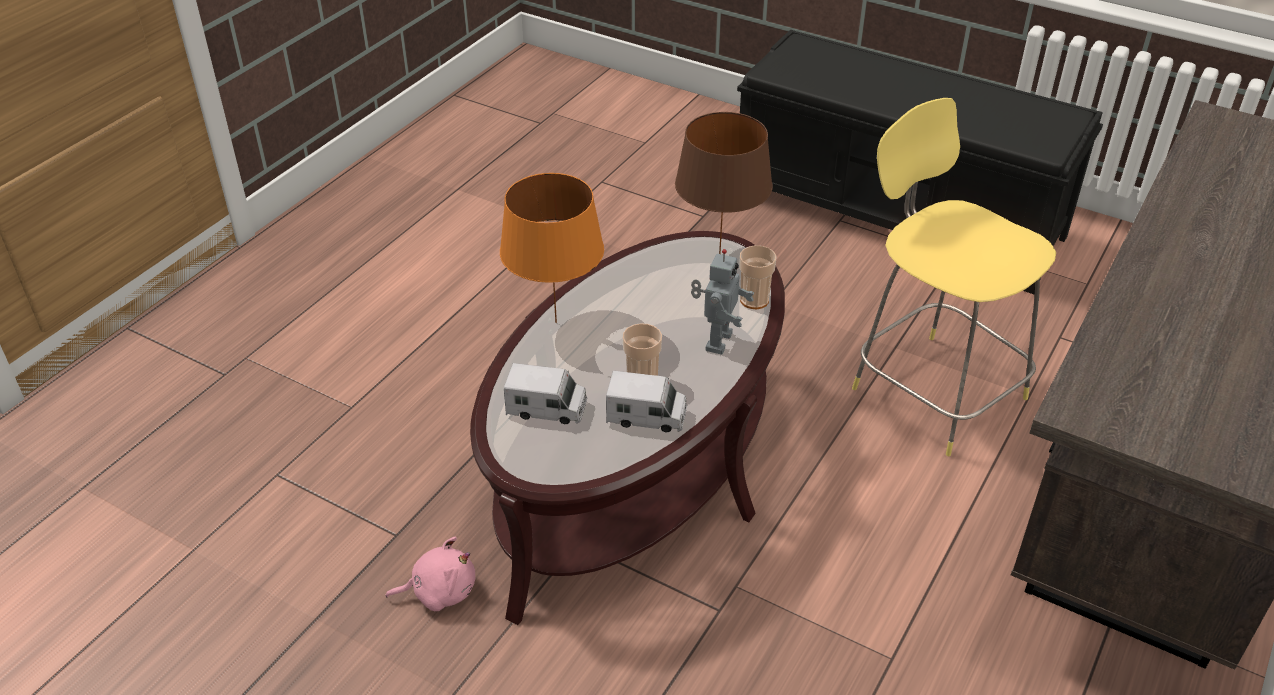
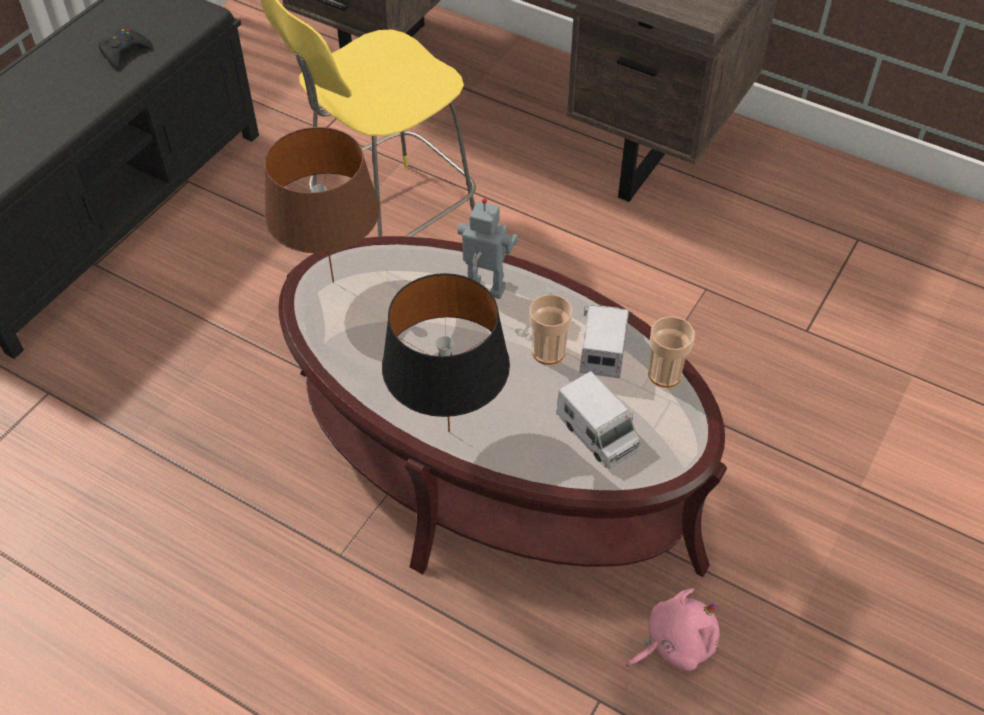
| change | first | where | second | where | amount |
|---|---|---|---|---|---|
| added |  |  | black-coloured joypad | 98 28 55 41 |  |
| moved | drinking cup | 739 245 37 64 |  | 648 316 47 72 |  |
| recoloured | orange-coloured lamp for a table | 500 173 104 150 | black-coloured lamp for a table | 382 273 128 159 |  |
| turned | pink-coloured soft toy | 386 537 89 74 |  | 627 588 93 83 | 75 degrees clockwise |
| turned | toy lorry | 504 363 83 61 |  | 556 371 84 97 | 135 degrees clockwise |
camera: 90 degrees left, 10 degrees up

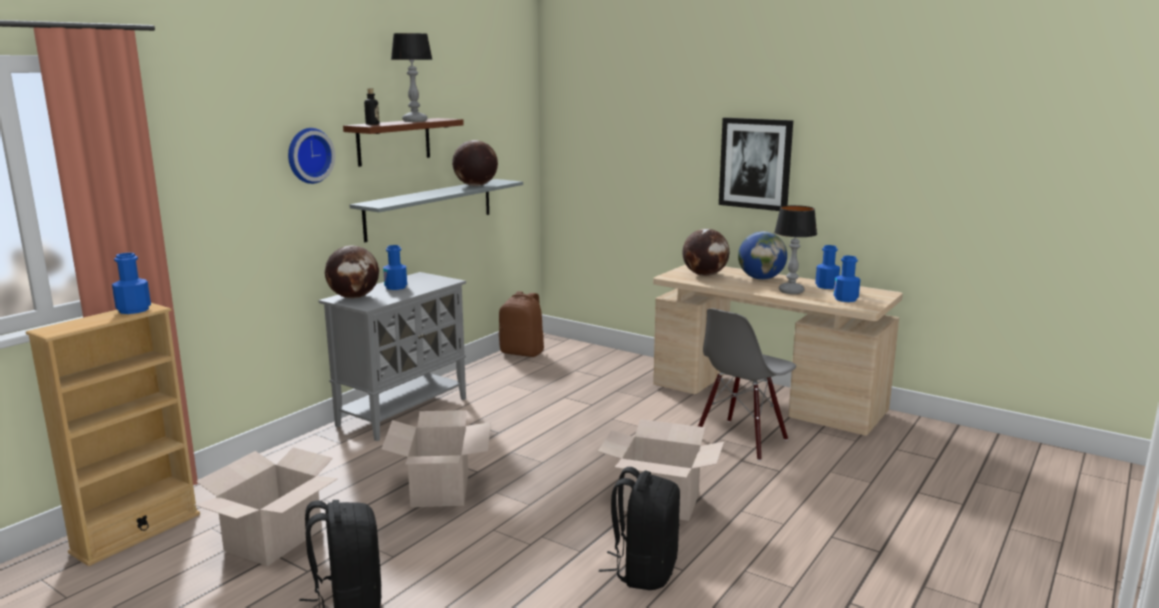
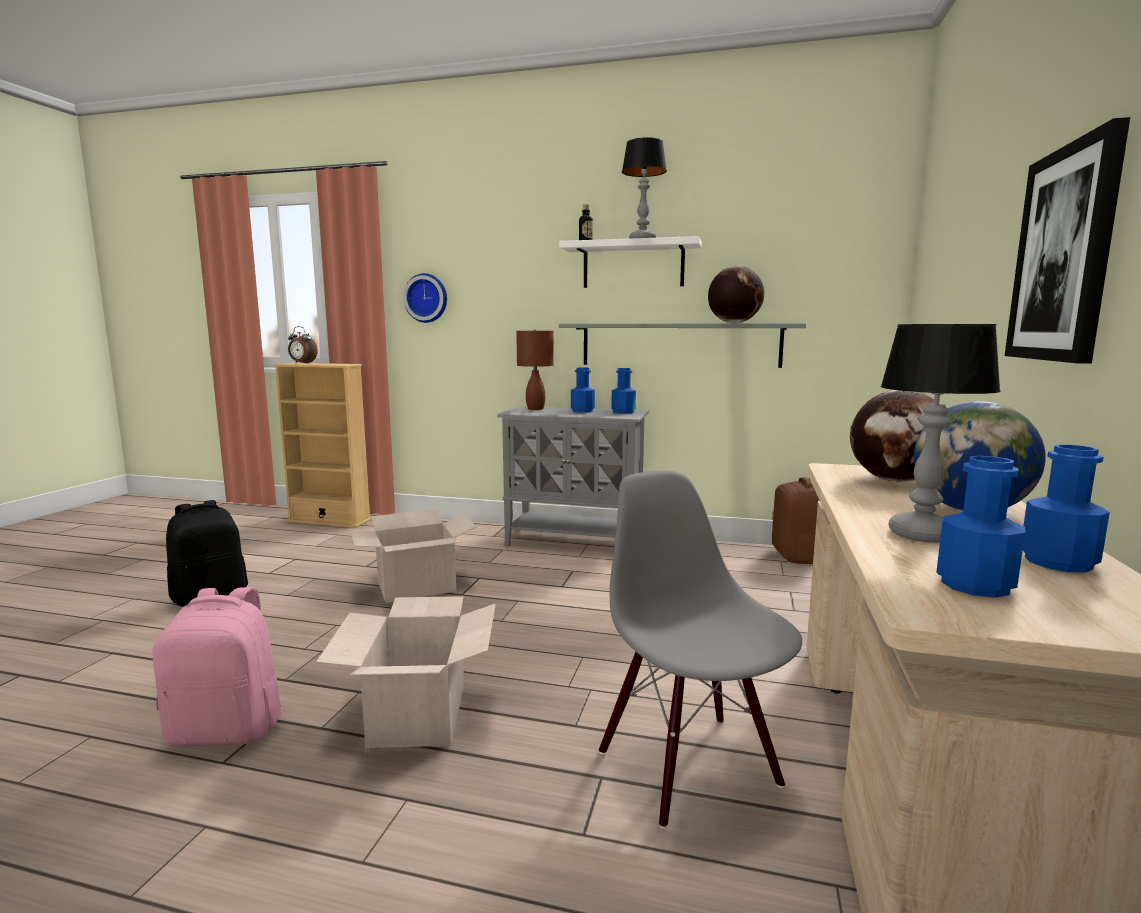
| change | first | where | second | where | amount |
|---|---|---|---|---|---|
| removed | packing box | 195 447 143 119 |  |  |  |
| added |  |  | table clock | 288 326 30 37 |  |
| moved | blue beverage bottle | 112 253 39 61 |  | 611 368 25 46 |  |
| moved | hanging clock | 288 128 47 56 |  | 403 273 44 50 |  |
| replaced | globe | 325 245 54 53 | brown lamp for a table | 516 329 38 81 |  |
| recoloured | brown shelf | 343 118 121 49 | white-coloured shelf | 559 236 143 52 |  |
| recoloured | black-coloured backpack | 599 467 81 123 | pink-coloured backpack | 152 587 129 160 |  |
| turned | gray upright chair | 698 308 98 153 |  | 599 470 203 359 | 45 degrees clockwise |
camera: 70 degrees right, 5 degrees down

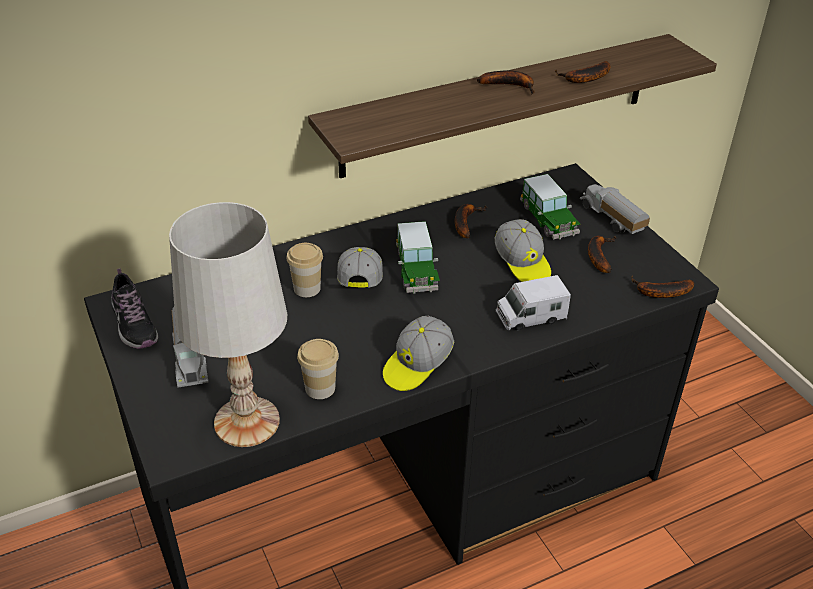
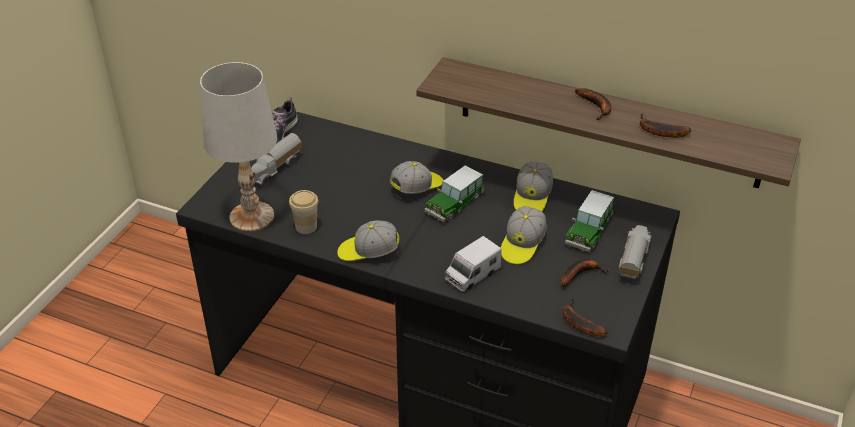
| change | first | where | second | where | amount |
|---|---|---|---|---|---|
| removed | drinking cup | 286 243 37 54 |  |  |  |
| replaced | whole banana | 455 204 32 34 | peaked cap | 514 161 39 50 |  |
| turned | toy lorry | 496 275 75 56 |  | 445 236 57 56 | 75 degrees counterclockwise |
camera: 50 degrees right, 0 degrees up

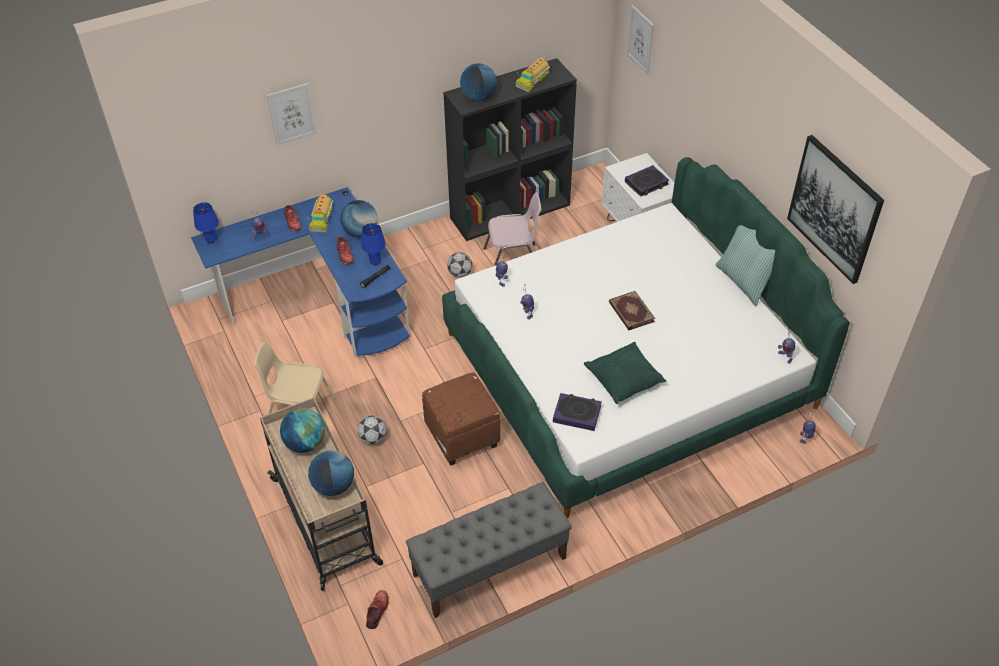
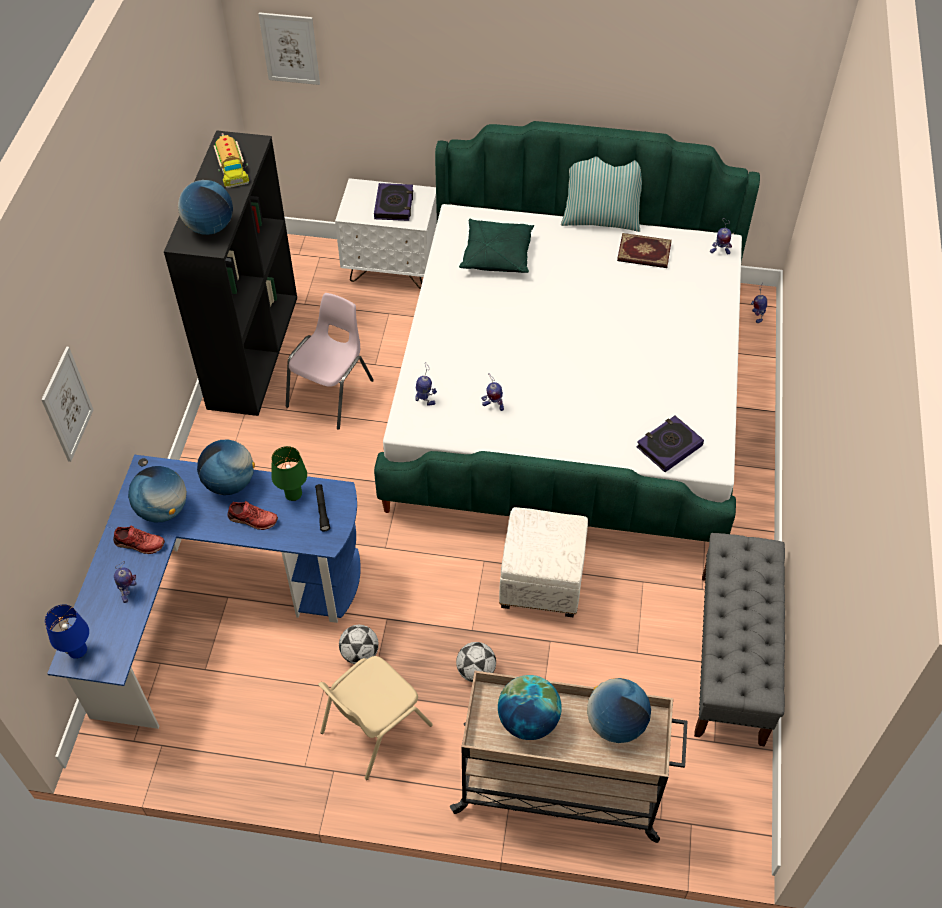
| change | first | where | second | where | amount |
|---|---|---|---|---|---|
| removed | reddish low shoe | 366 590 23 39 |  |  |  |
| removed | picture | 787 135 97 149 |  |  |  |
| moved | football ball | 447 252 25 26 |  | 339 625 40 39 |  |
| moved | greenish pillow | 584 342 83 62 |  | 459 219 75 54 |  |
| moved | bound book | 609 291 46 40 |  | 617 233 55 35 |  |
| replaced | toy lorry | 307 193 26 39 | globe | 128 466 59 57 |  |
| recoloured | blue lamp for a table | 361 223 25 42 | greenish lamp for a table | 272 446 35 55 |  |
| recoloured | brown footrest | 422 372 78 94 | white-coloured footrest | 499 507 89 110 |  |
camera: 55 degrees left, 5 degrees up

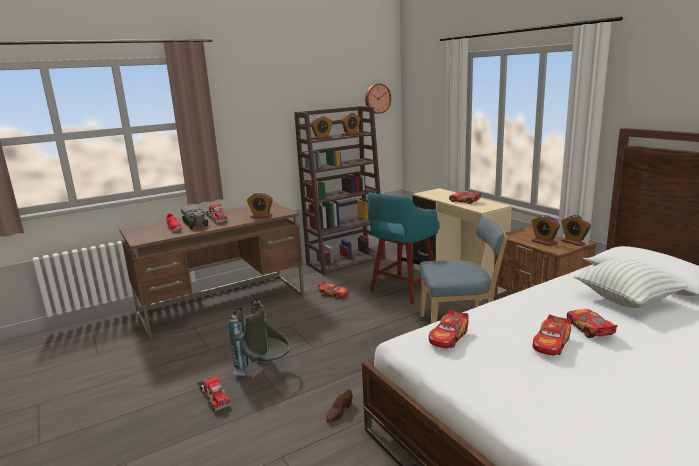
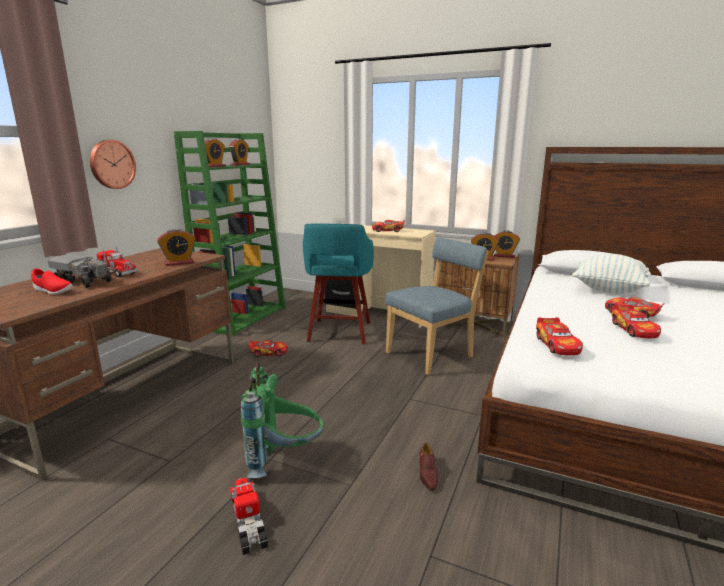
| change | first | where | second | where | amount |
|---|---|---|---|---|---|
| moved | hanging clock | 365 83 26 31 |  | 90 140 46 49 |  |
| recoloured | gray backpack | 229 297 62 79 | greenish backpack | 240 362 84 116 |  |
| recoloured | brown bookcase | 294 106 92 170 | greenish bookcase | 174 131 112 205 |  |
| turned | toy lorry | 198 377 33 34 |  | 230 478 38 77 | 135 degrees counterclockwise |
camera: 35 degrees left, 0 degrees up

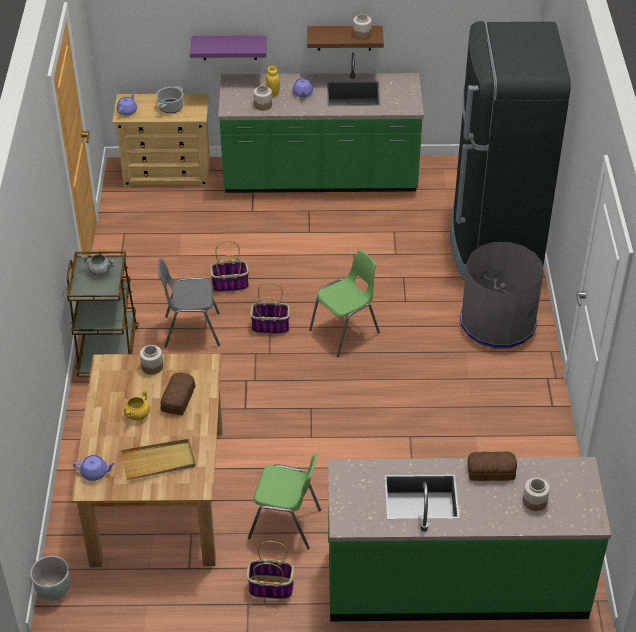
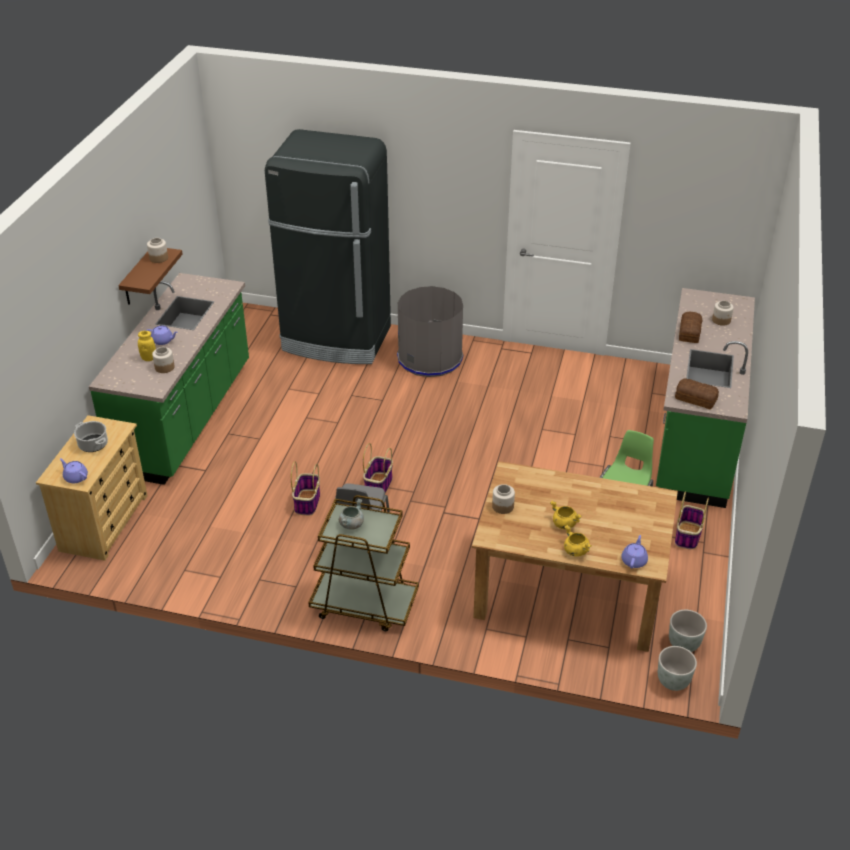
| change | first | where | second | where | amount |
|---|---|---|---|---|---|
| removed | sand-coloured tray | 121 439 75 41 |  |  |  |
| removed | purple-coloured shelf | 190 35 77 25 |  |  |  |
| removed | greenish upright chair | 309 250 71 107 |  |  |  |
| added |  |  | yellowish stockpot | 564 525 28 32 |  |
| added |  |  | gray plant pot | 669 610 38 42 |  |
| moved | bread | 161 373 34 42 |  | 675 379 44 30 |  |
camera: 75 degrees left, 5 degrees down

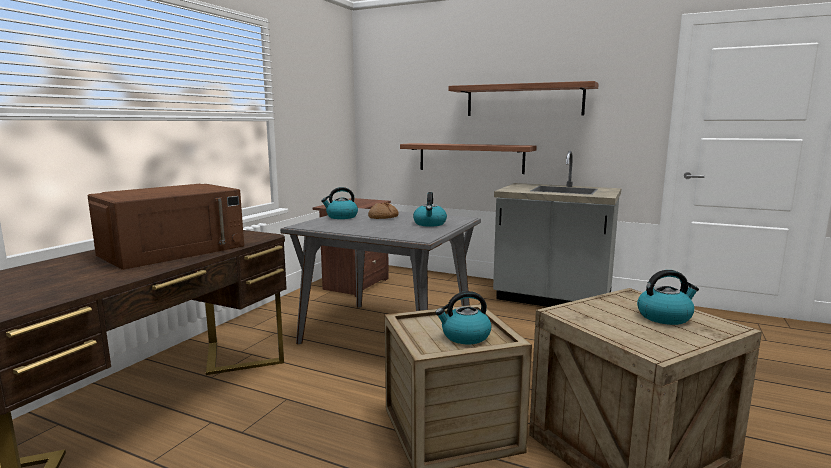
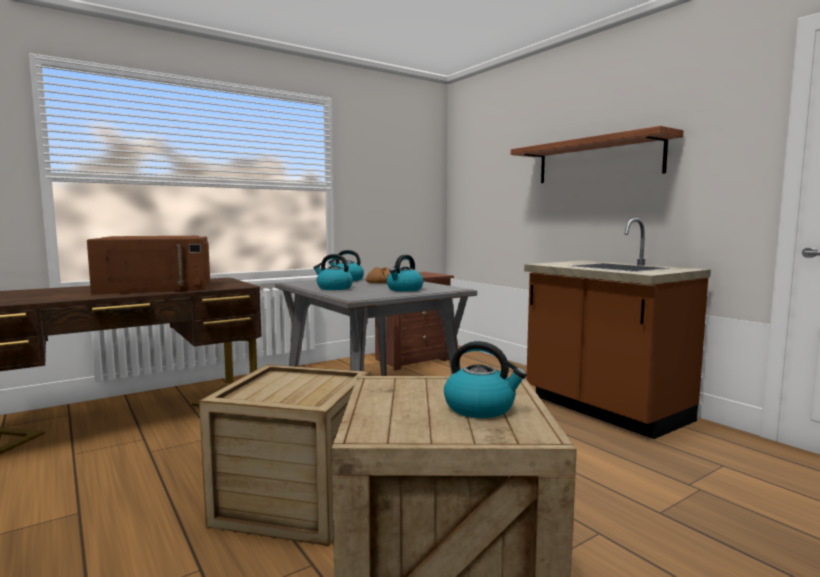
| change | first | where | second | where | amount |
|---|---|---|---|---|---|
| removed | shelf | 400 143 137 31 |  |  |  |
| moved | tea kettle | 435 291 56 53 |  | 313 254 40 36 |  |
| recoloured | gray kitchen base unit | 493 151 128 156 | brown kitchen base unit | 524 218 187 221 |  |
camera: 30 degrees right, 5 degrees down

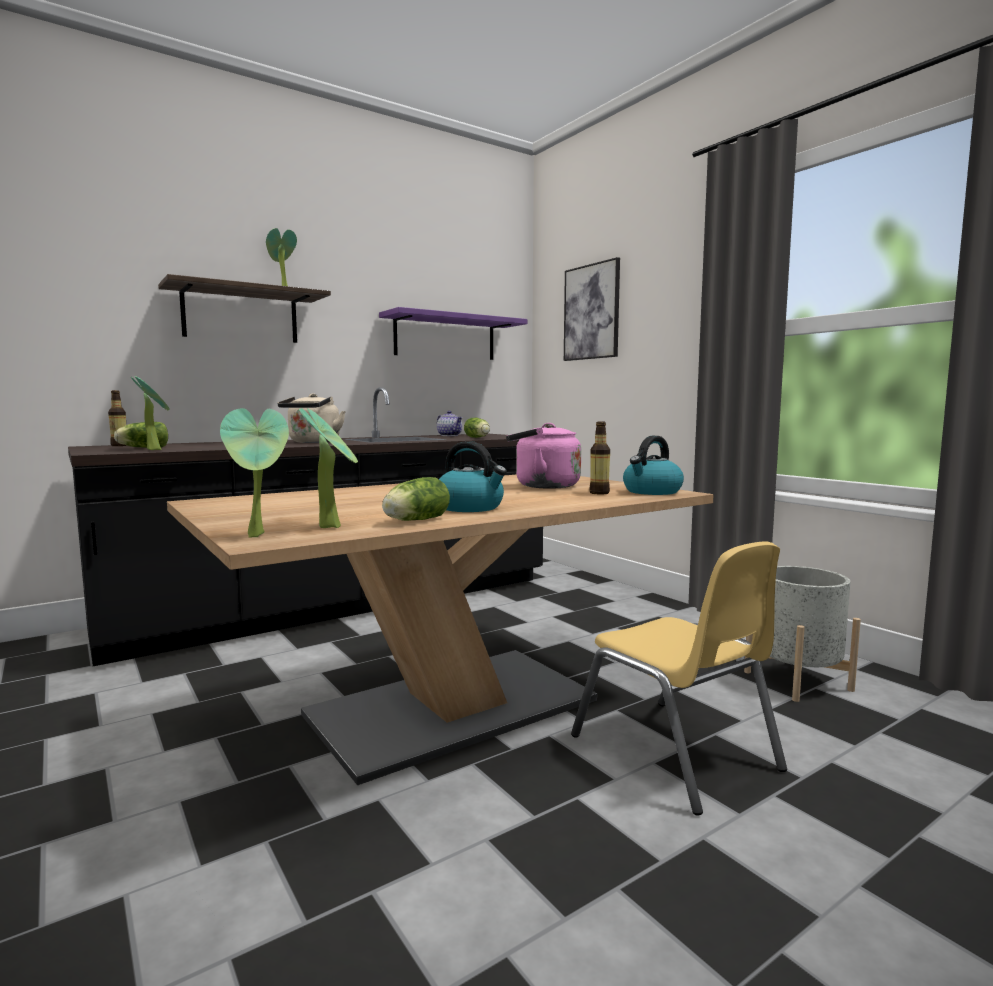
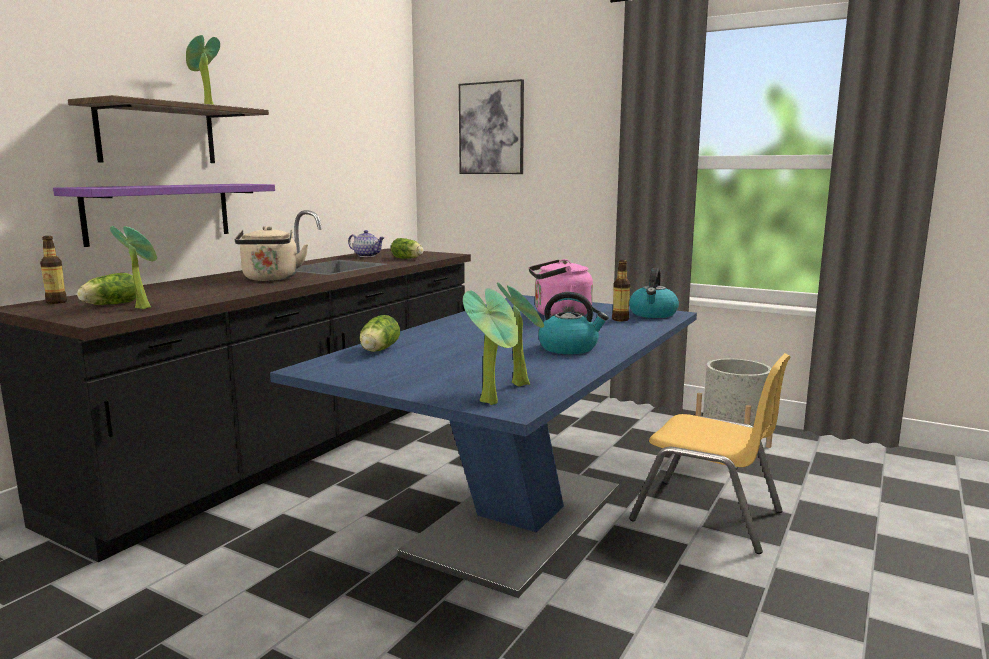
| change | first | where | second | where | amount |
|---|---|---|---|---|---|
| moved | purple-coloured shelf | 379 307 148 53 |  | 53 184 222 63 |  |
| moved | lettuce head | 382 477 68 44 |  | 360 315 40 37 |  |
| recoloured | brown dining table | 167 475 547 310 | blue dining table | 270 295 427 303 |  |
camera: 25 degrees left, 5 degrees up

